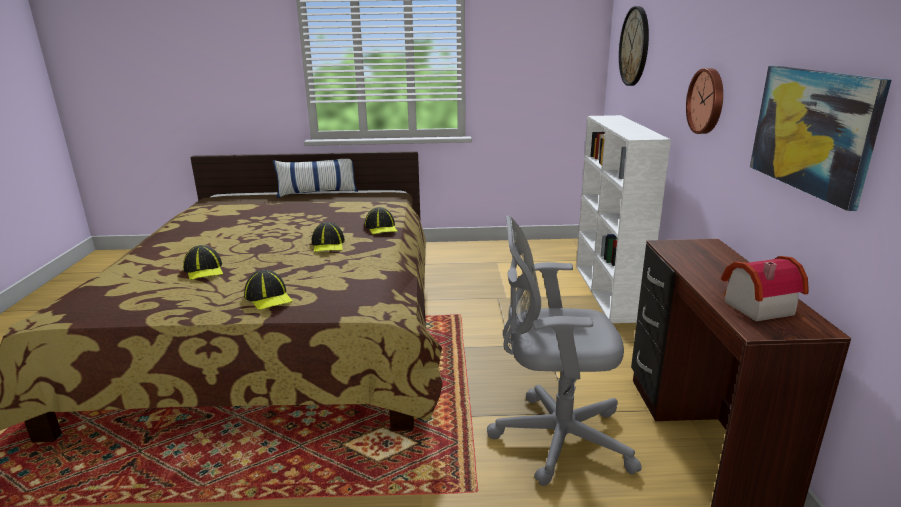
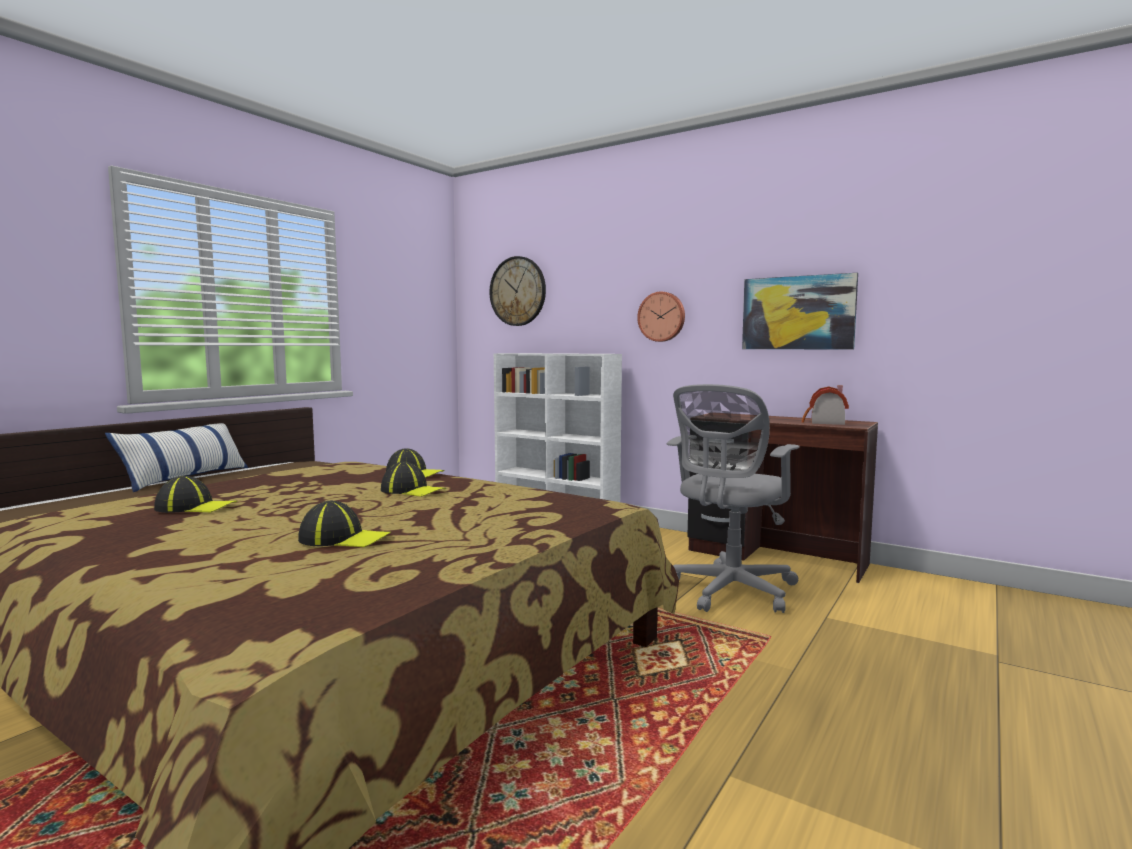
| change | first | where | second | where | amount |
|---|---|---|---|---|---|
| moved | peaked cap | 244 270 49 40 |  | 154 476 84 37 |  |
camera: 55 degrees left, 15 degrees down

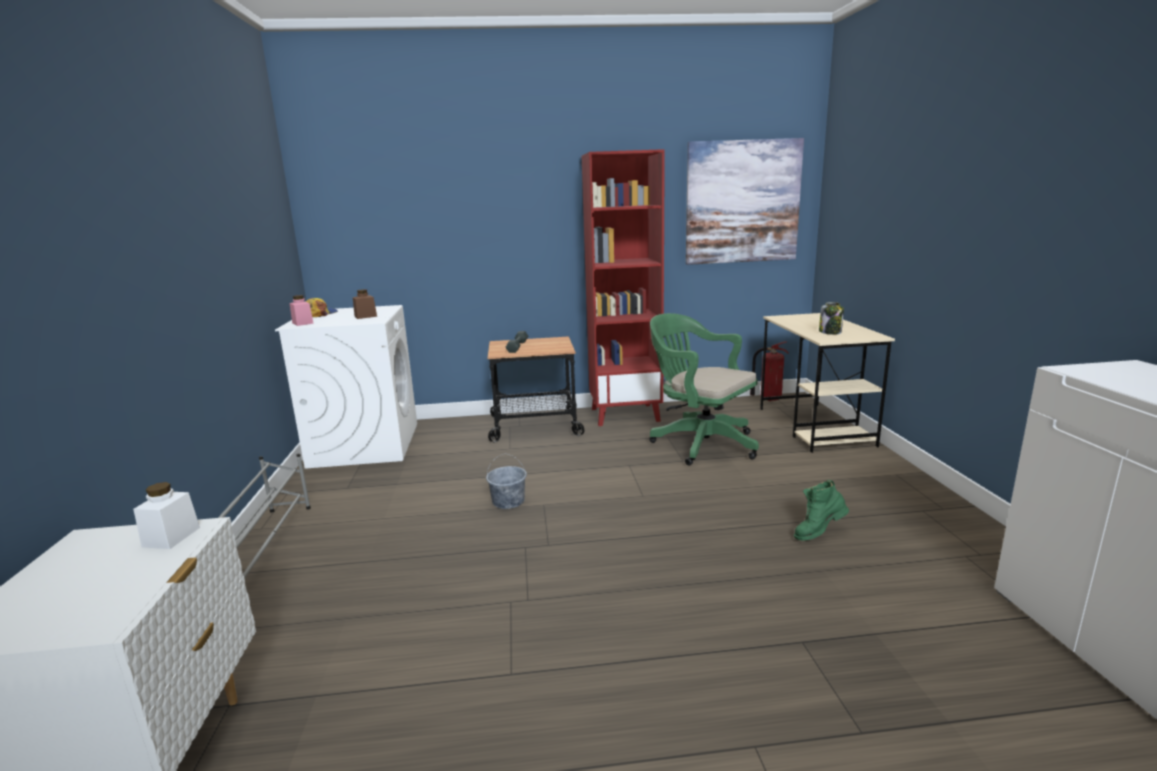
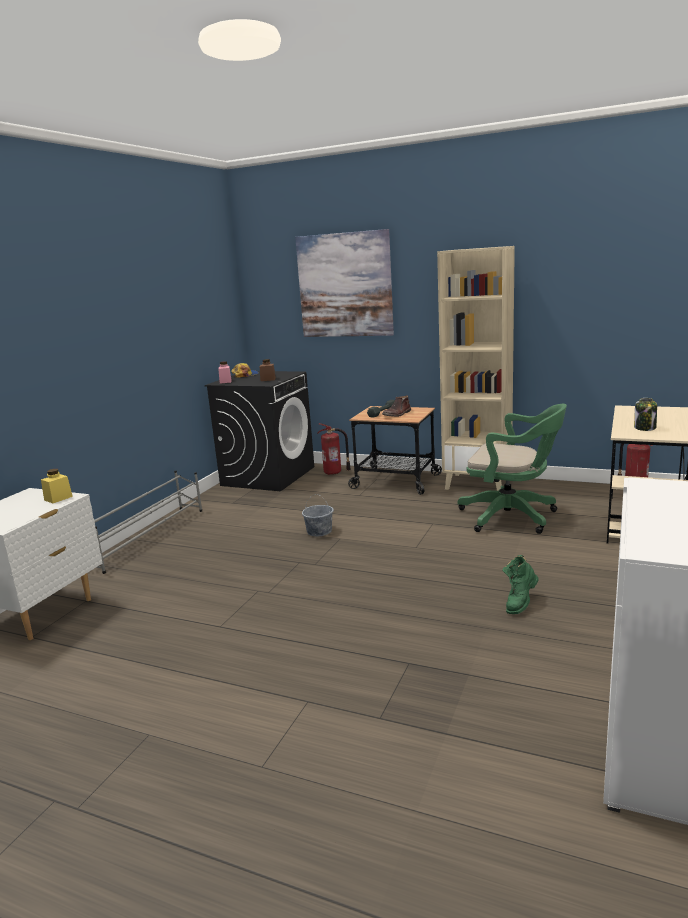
| change | first | where | second | where | amount |
|---|---|---|---|---|---|
| added |  |  | extinguisher | 317 423 34 52 |  |
| added |  |  | brown tall boot | 382 395 29 22 |  |
| moved | picture | 686 138 118 127 |  | 295 229 99 108 |  |
| recoloured | white-coloured preserve jar | 133 482 67 67 | yellowish preserve jar | 41 469 32 34 |  |
| recoloured | white-coloured washing machine | 275 305 142 164 | black-coloured washing machine | 205 371 109 120 |  |
| recoloured | reddish bookcase | 582 149 83 277 | sand-coloured bookcase | 437 246 78 245 |  |
| turned | greenish desk chair | 649 313 110 152 |  | 458 404 109 130 | 135 degrees clockwise |
| turned | greenish tall boot | 794 480 55 61 |  | 502 555 37 59 | 60 degrees counterclockwise |
camera: 30 degrees right, 0 degrees up

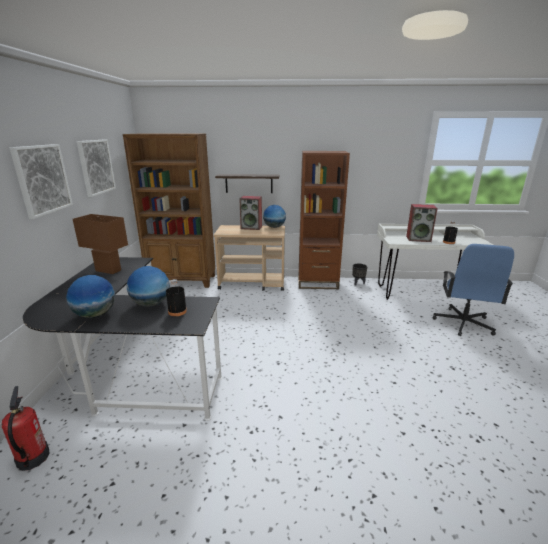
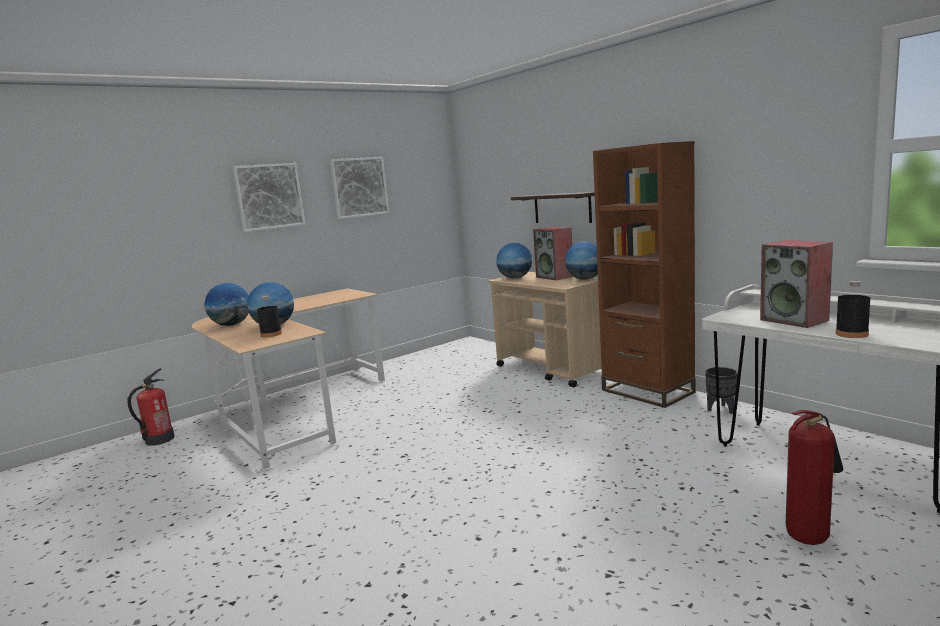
| change | first | where | second | where | amount |
|---|---|---|---|---|---|
| removed | brown lamp for a table | 73 214 55 60 |  |  |  |
| removed | brown bookcase | 123 134 92 154 |  |  |  |
| added |  |  | globe | 496 243 36 36 |  |
| replaced | blue desk chair | 433 244 81 92 | extinguisher | 786 410 58 135 |  |
| recoloured | black-coloured desk table | 23 257 200 164 | sand-coloured desk table | 192 288 193 183 |  |
camera: 50 degrees right, 10 degrees down

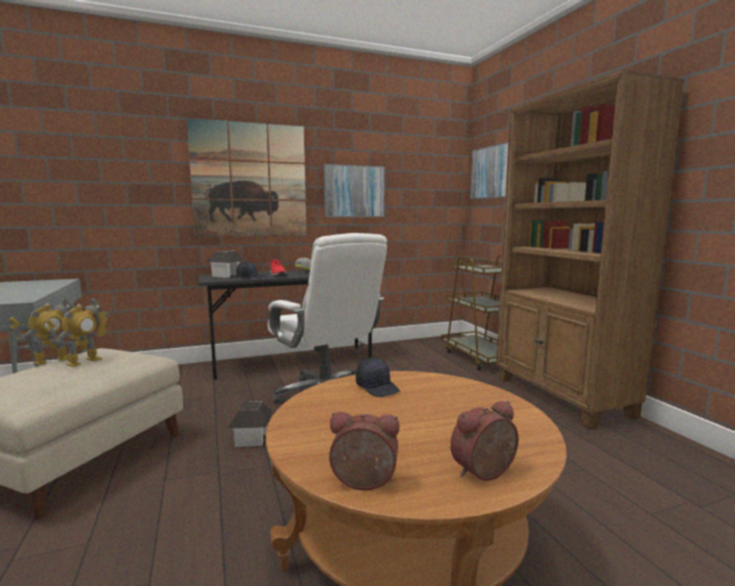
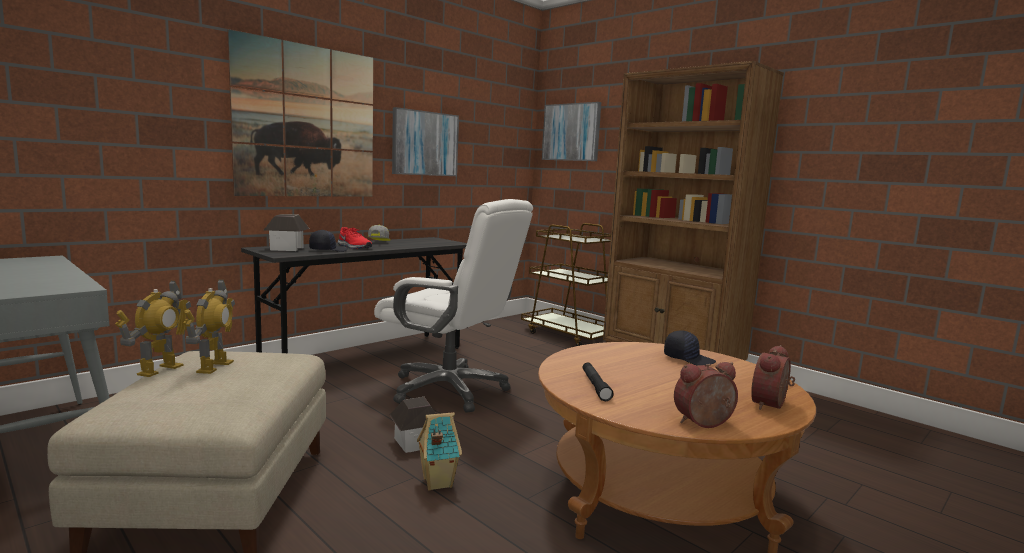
| change | first | where | second | where | amount |
|---|---|---|---|---|---|
| added |  |  | miniature house | 417 412 45 79 |  |
| added |  |  | black-coloured torch | 583 362 30 39 |  |
| moved | black-coloured peaked cap | 356 358 44 39 |  | 664 330 52 36 |  |
camera: 25 degrees left, 0 degrees up

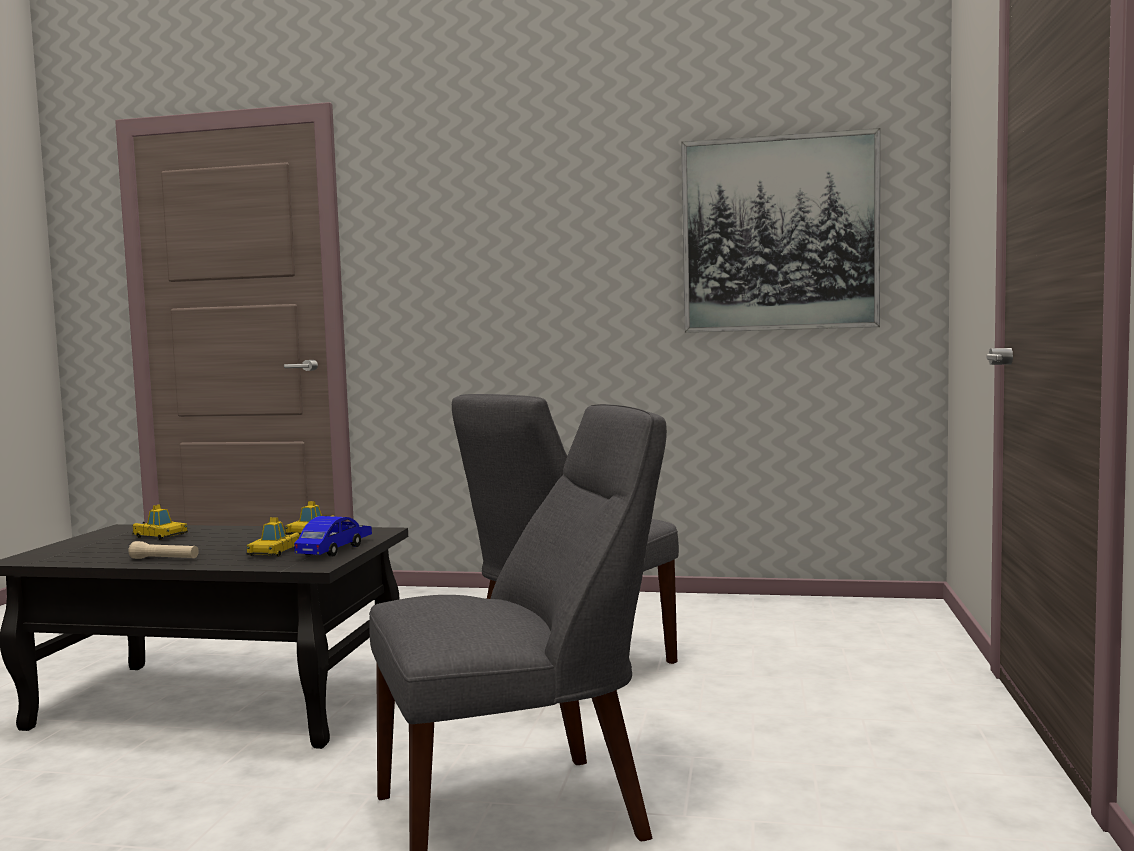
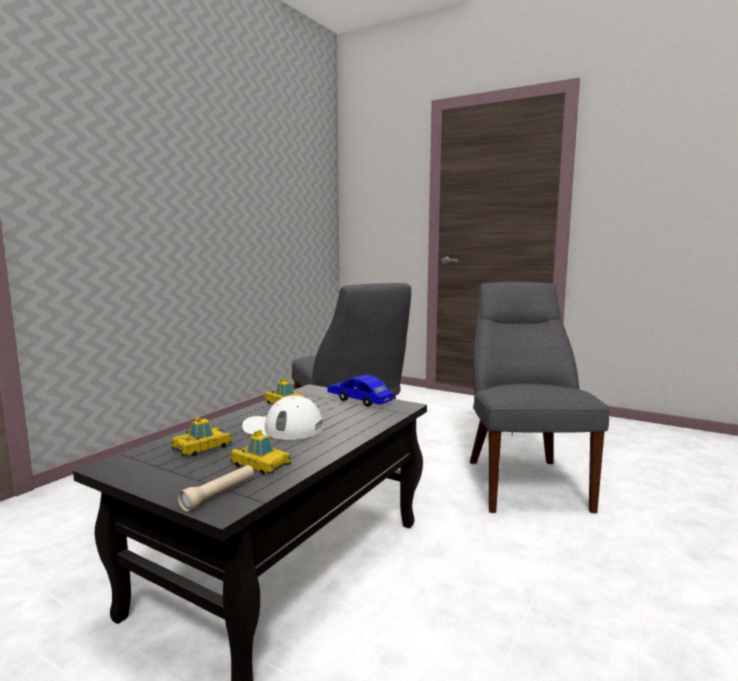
| change | first | where | second | where | amount |
|---|---|---|---|---|---|
| removed | picture | 681 128 199 205 |  |  |  |
| added |  |  | white-coloured peaked cap | 242 396 82 44 |  |
| moved | sand-coloured torch | 128 541 71 18 |  | 178 465 76 46 |  |
| moved | model car | 247 517 53 40 |  | 230 430 61 45 |  |
camera: 70 degrees left, 5 degrees up

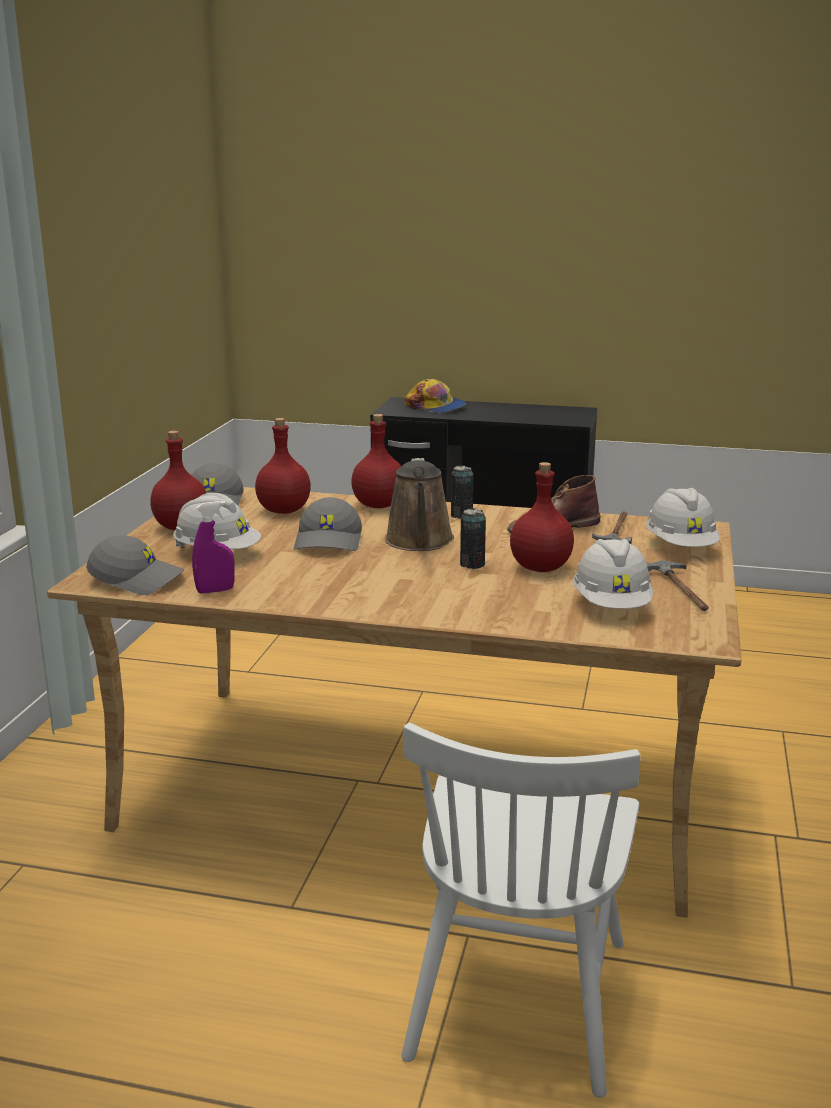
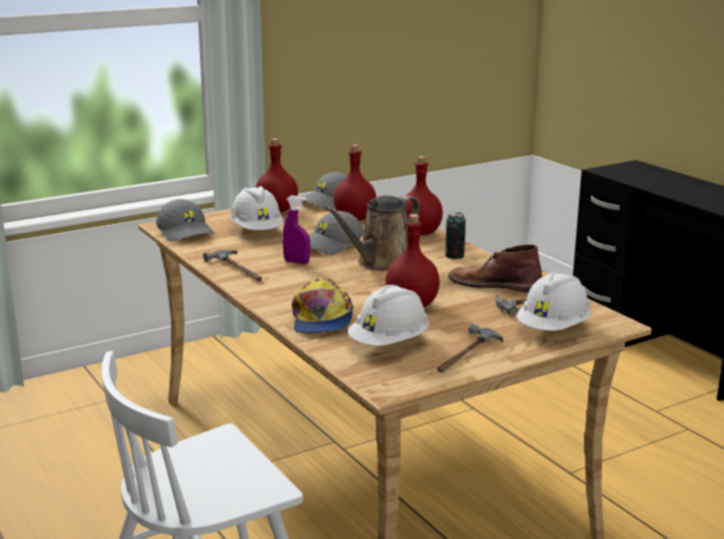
| change | first | where | second | where | amount |
|---|---|---|---|---|---|
| removed | metal can | 460 508 26 61 |  |  |  |
| added |  |  | tool hammer | 203 250 60 31 |  |
| moved | purple-coloured sprayer | 192 501 42 93 |  | 282 195 28 69 |  |
| moved | peaked cap | 404 379 62 34 |  | 292 278 61 56 |  |
camera: 45 degrees right, 0 degrees up

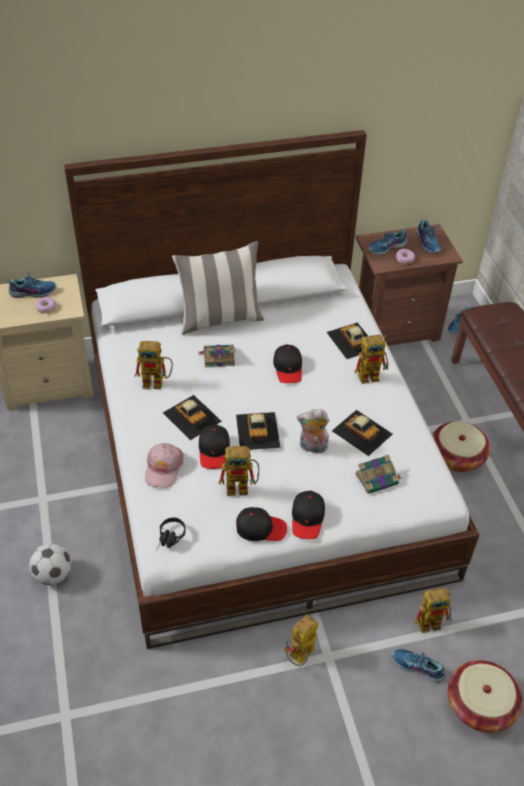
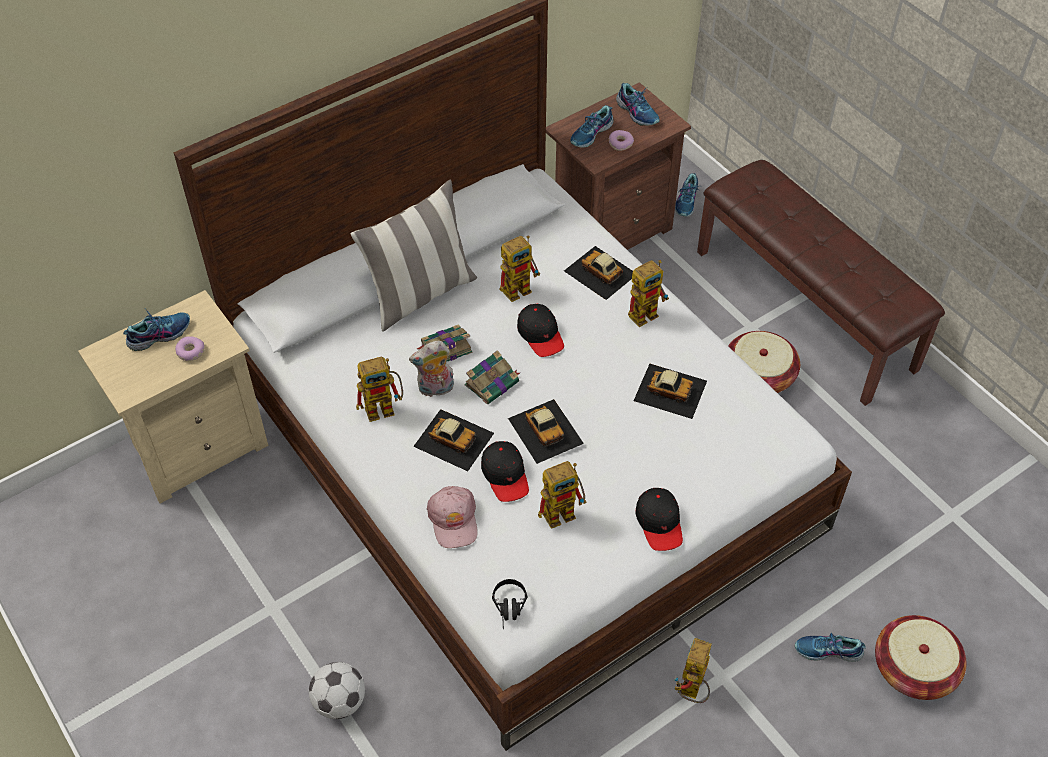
| change | first | where | second | where | amount |
|---|---|---|---|---|---|
| removed | black-coloured peaked cap | 236 507 51 34 |  |  |  |
| moved | soft toy | 297 409 32 44 |  | 409 341 45 56 |  |
| moved | bound book | 355 455 46 39 |  | 465 350 55 54 |  |
| moved | toy robot | 414 587 38 46 |  | 500 235 40 67 |  |
camera: 20 degrees left, 5 degrees up

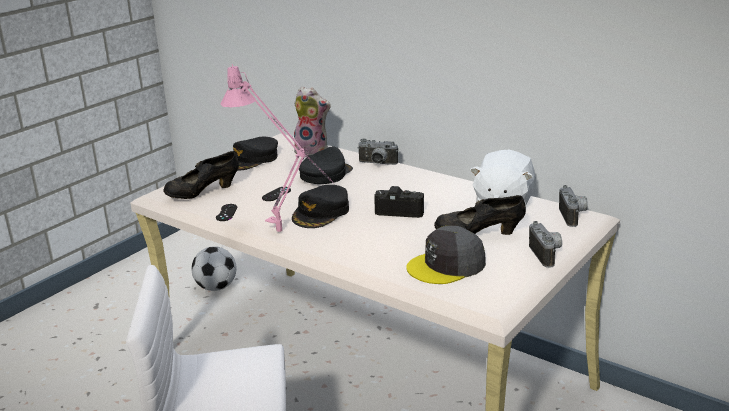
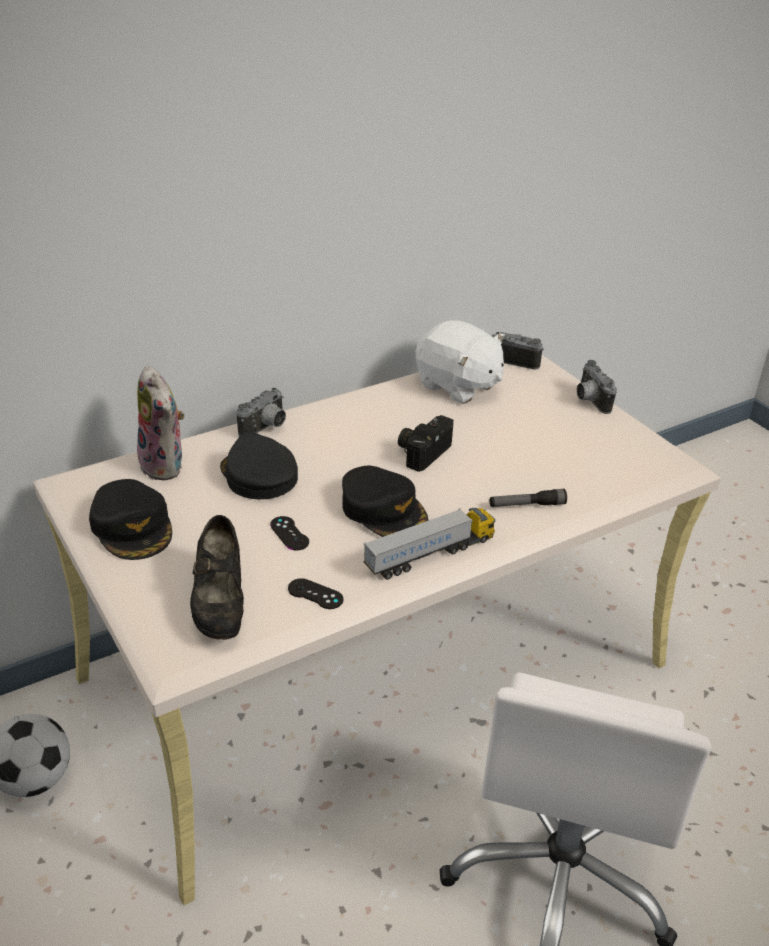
| change | first | where | second | where | amount |
|---|---|---|---|---|---|
| removed | gray peaked cap | 407 226 79 58 |  |  |  |
| removed | black-coloured low shoe | 434 195 92 40 |  |  |  |
| added |  |  | torch | 490 489 77 18 |  |
| replaced | pink-coloured lamp for a table | 221 64 112 168 | toy lorry | 364 508 132 72 |  |
| turned | soft toy | 291 86 40 71 |  | 137 365 47 115 | 105 degrees clockwise |
| turned | photo camera | 529 221 33 47 |  | 577 360 40 54 | 120 degrees counterclockwise |
camera: 70 degrees left, 10 degrees up

